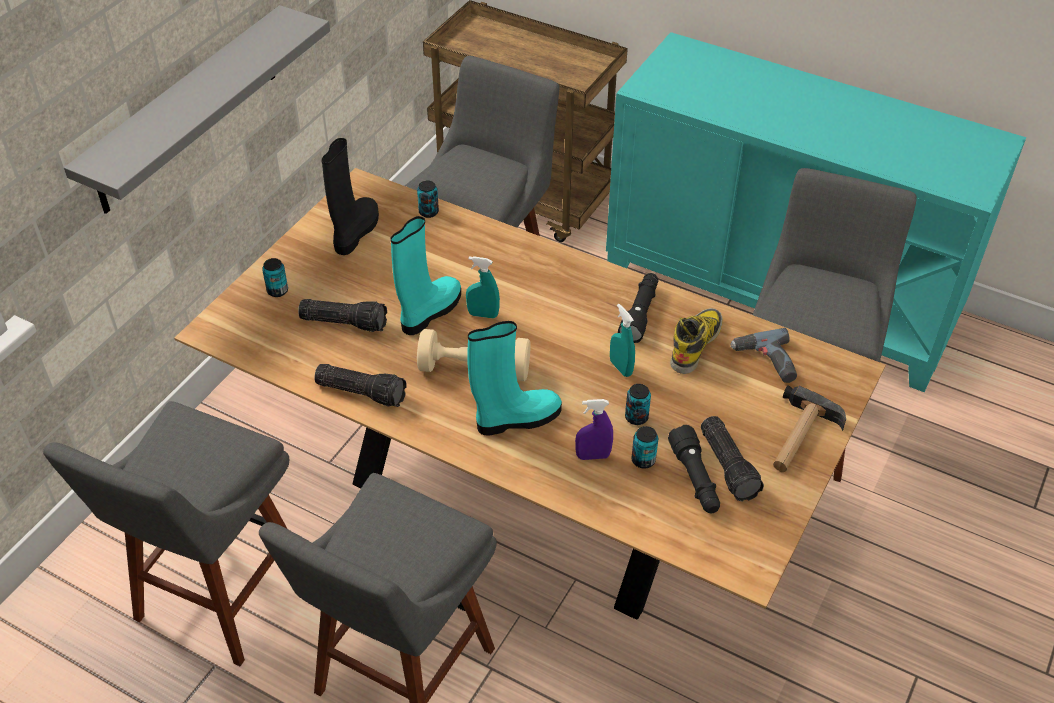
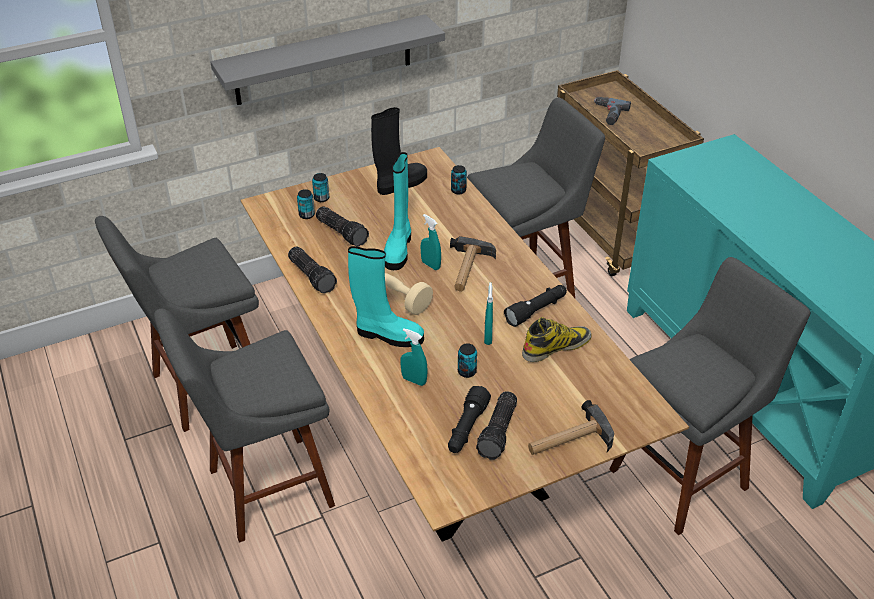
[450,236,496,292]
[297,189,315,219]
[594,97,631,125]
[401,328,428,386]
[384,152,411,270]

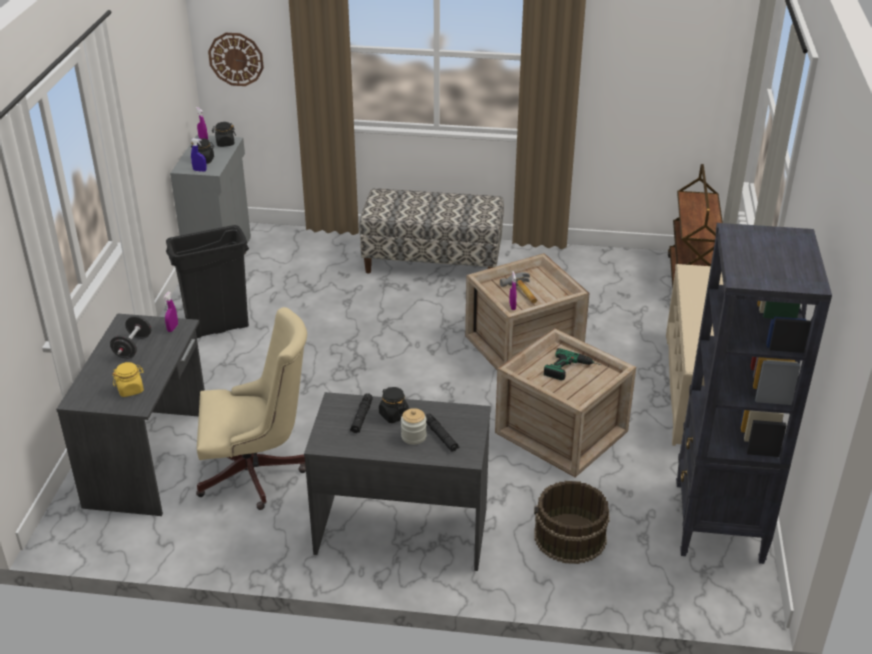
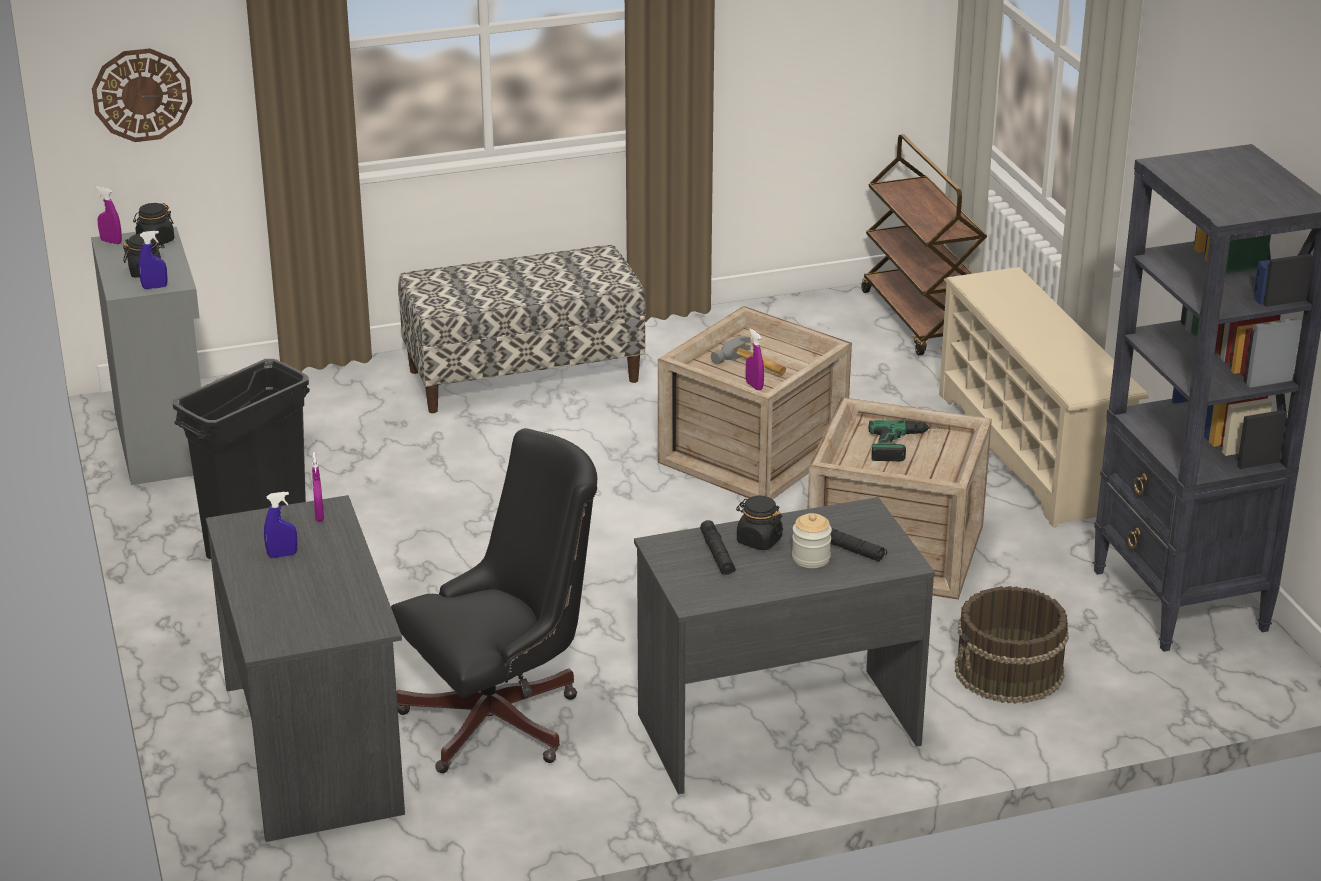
[112,362,144,397] (first image)
[264,492,297,558]
[391,428,597,773]

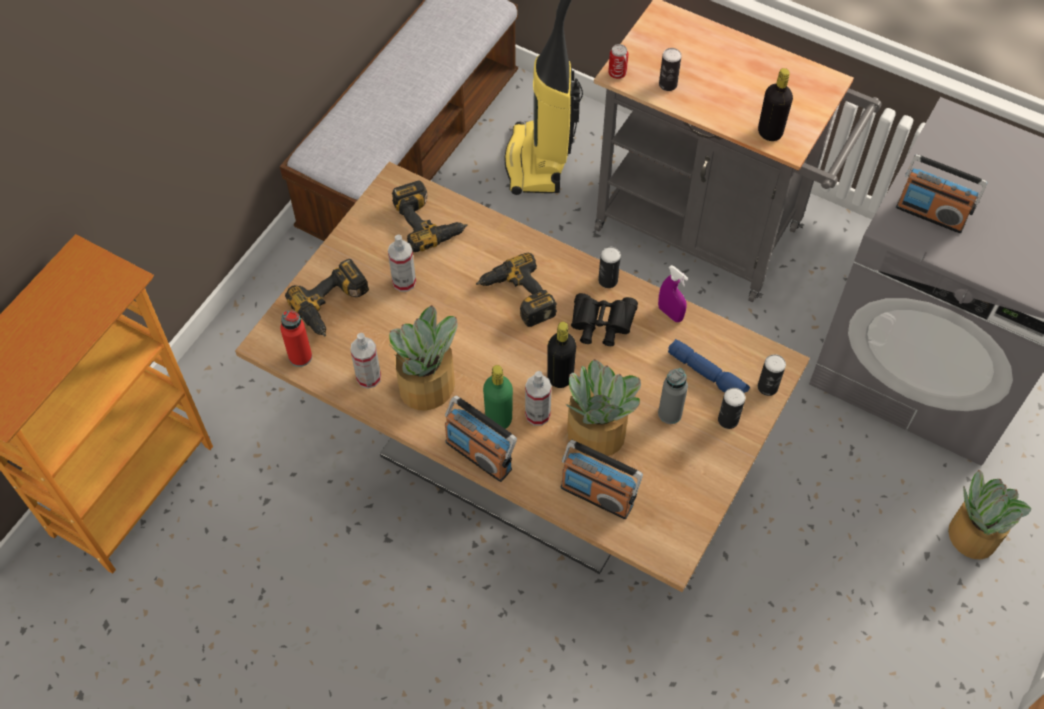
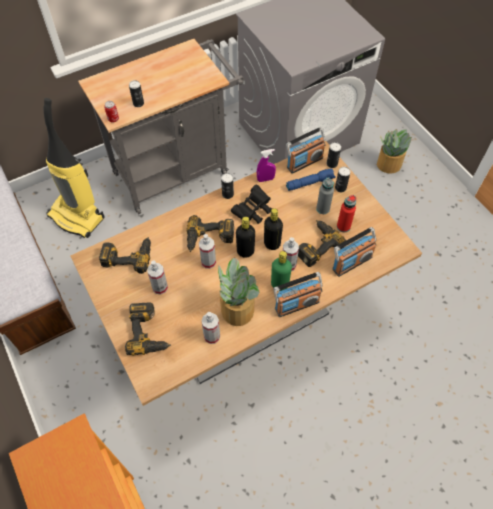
[199,234,216,269]
[337,195,356,232]
[236,217,255,258]
[286,127,325,174]
[298,220,346,267]

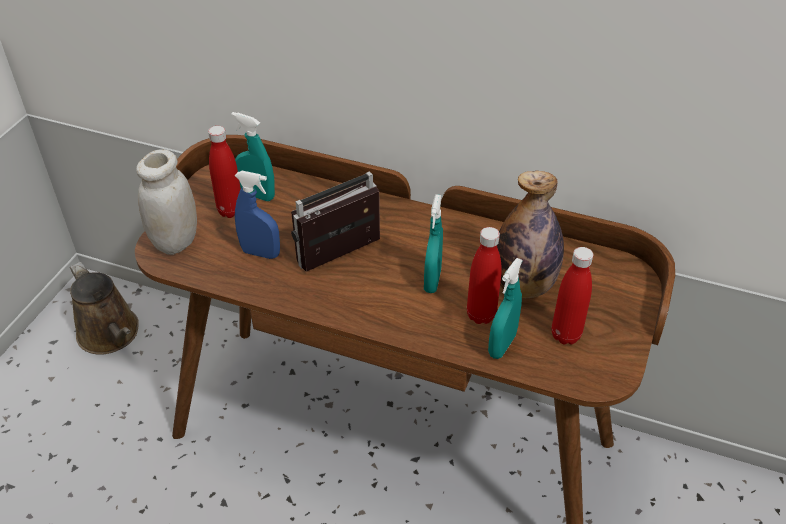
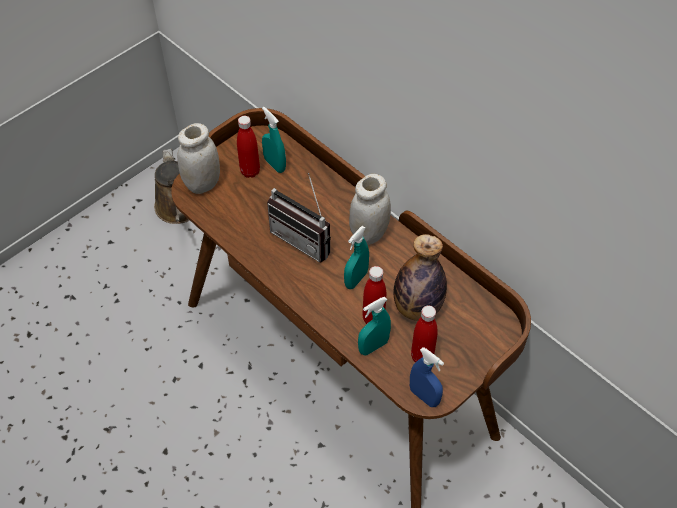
[349,174,391,245]
[410,347,444,407]
[267,173,331,262]

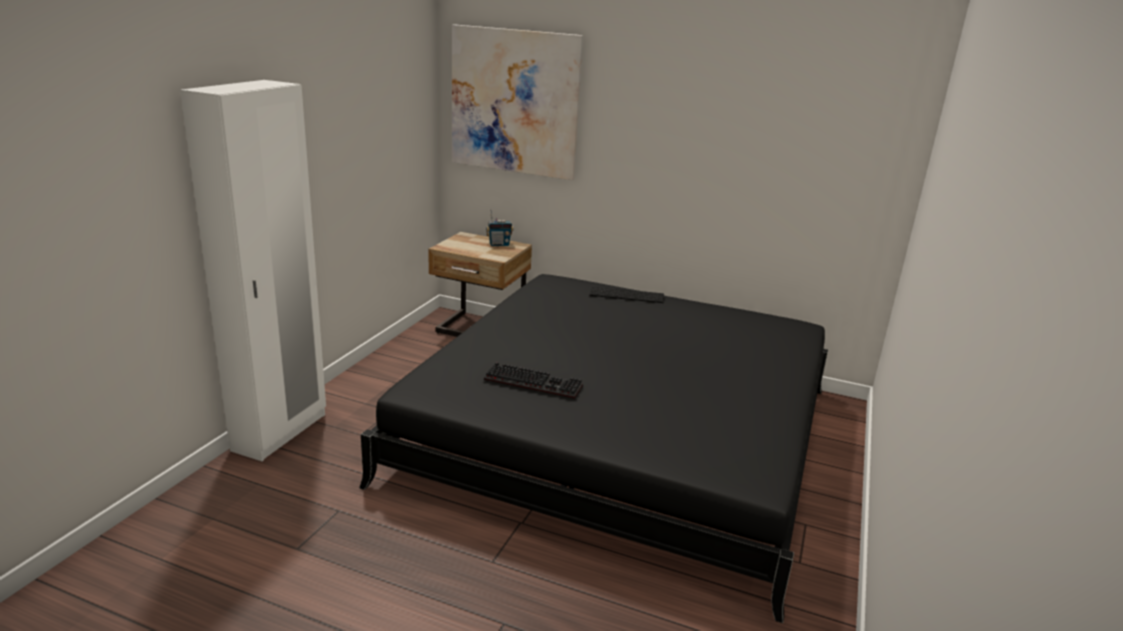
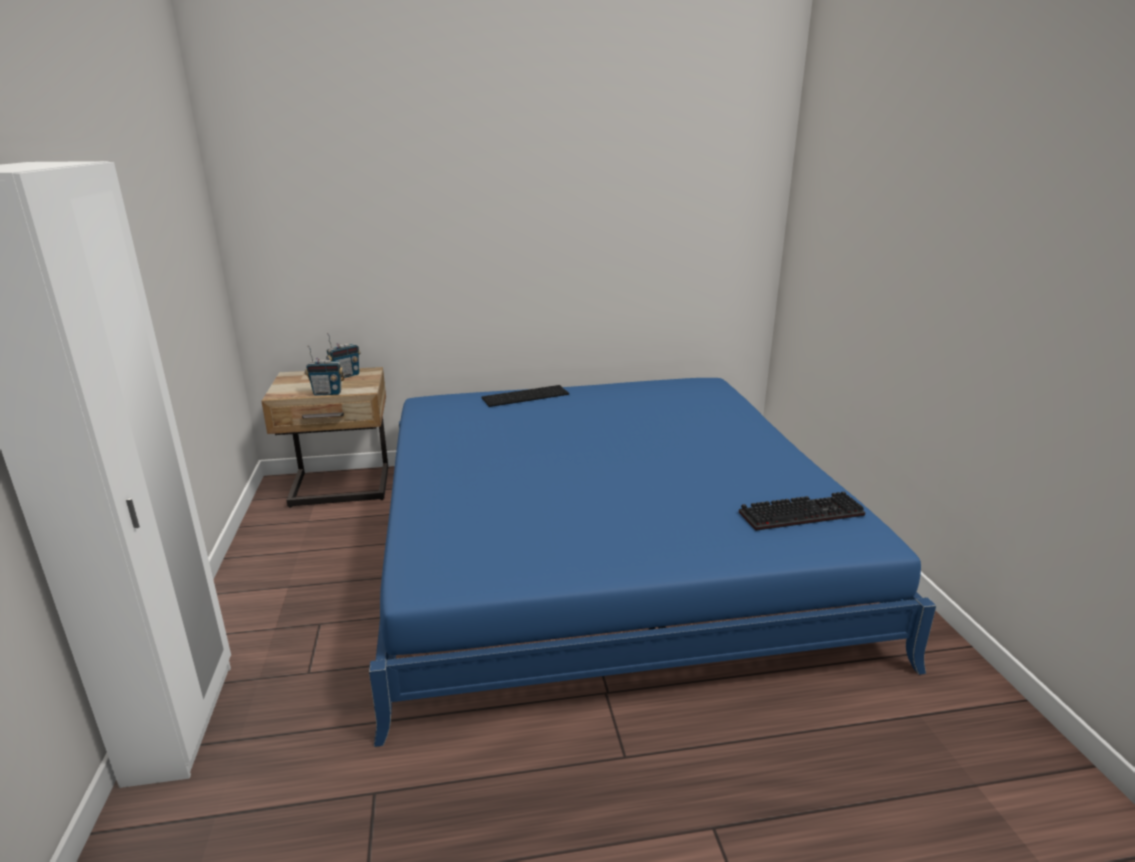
[452,25,583,180] (first image)
[305,345,345,396]
[739,492,865,531]
[369,378,936,747]

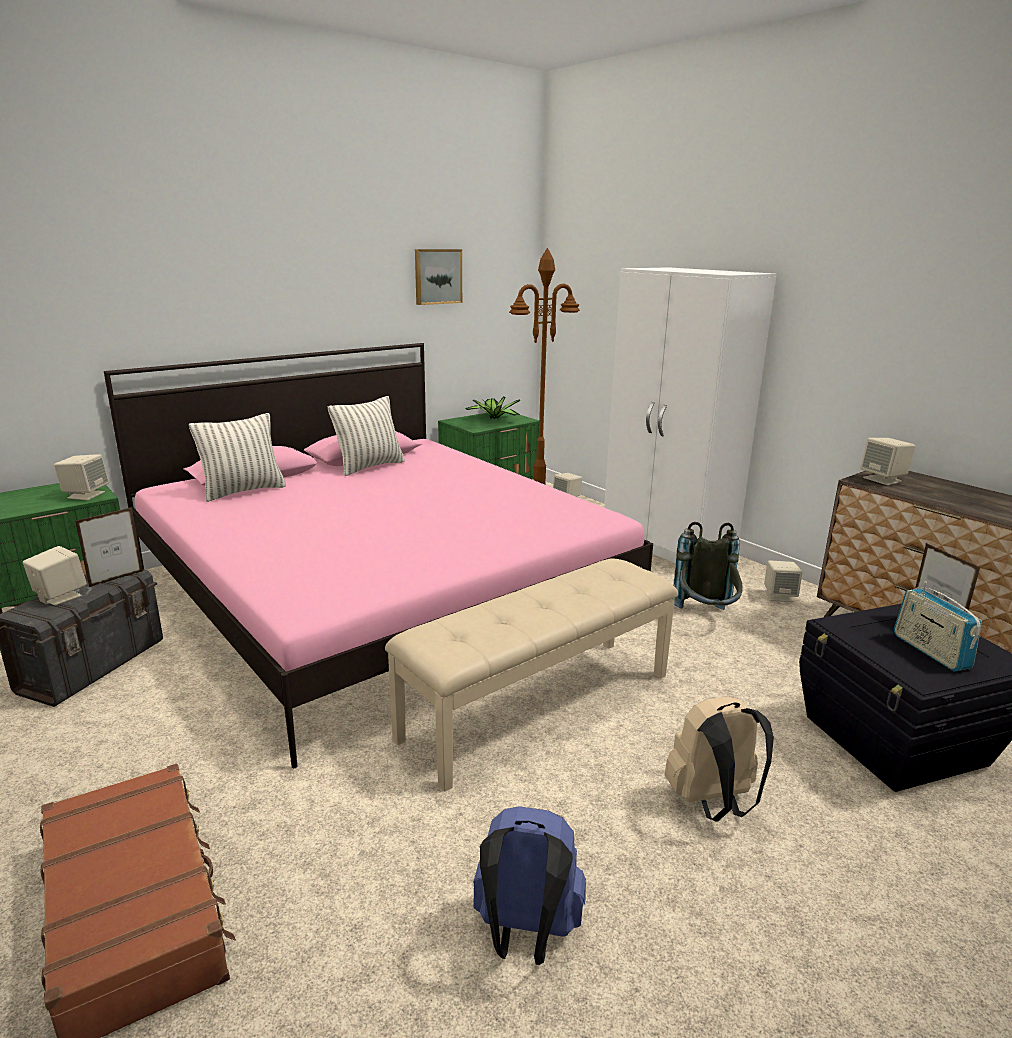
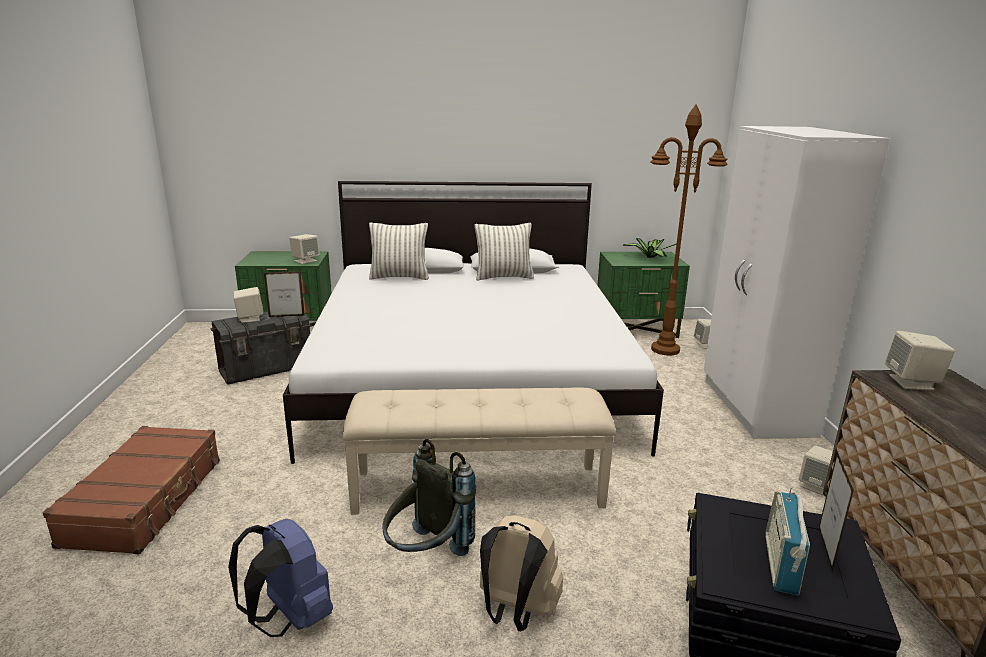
[415,249,462,305] (first image)
[382,439,476,556]
[283,181,664,464]

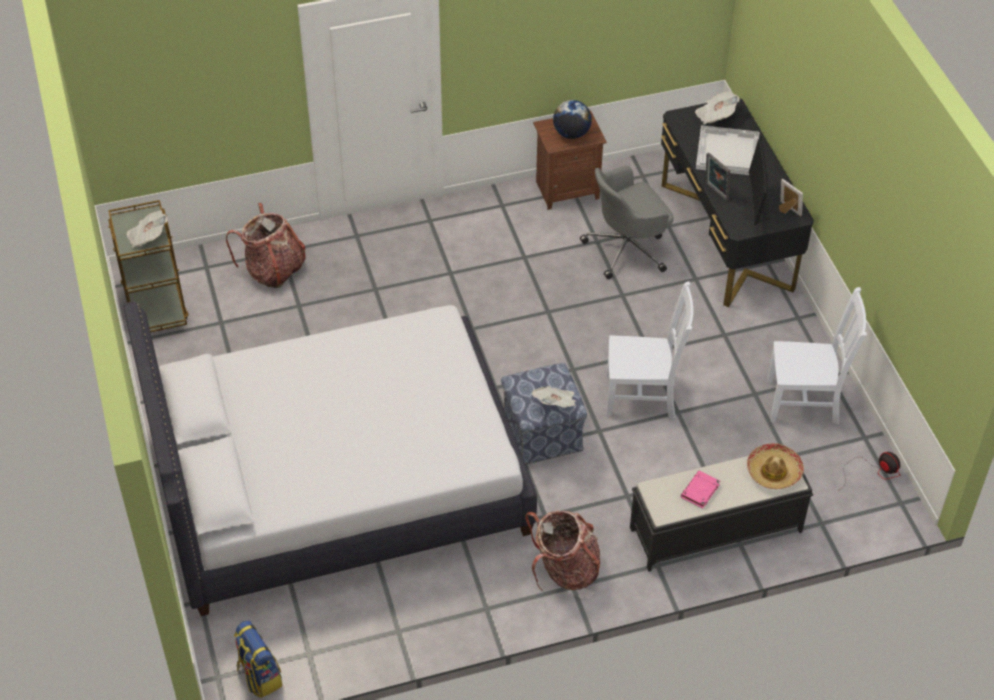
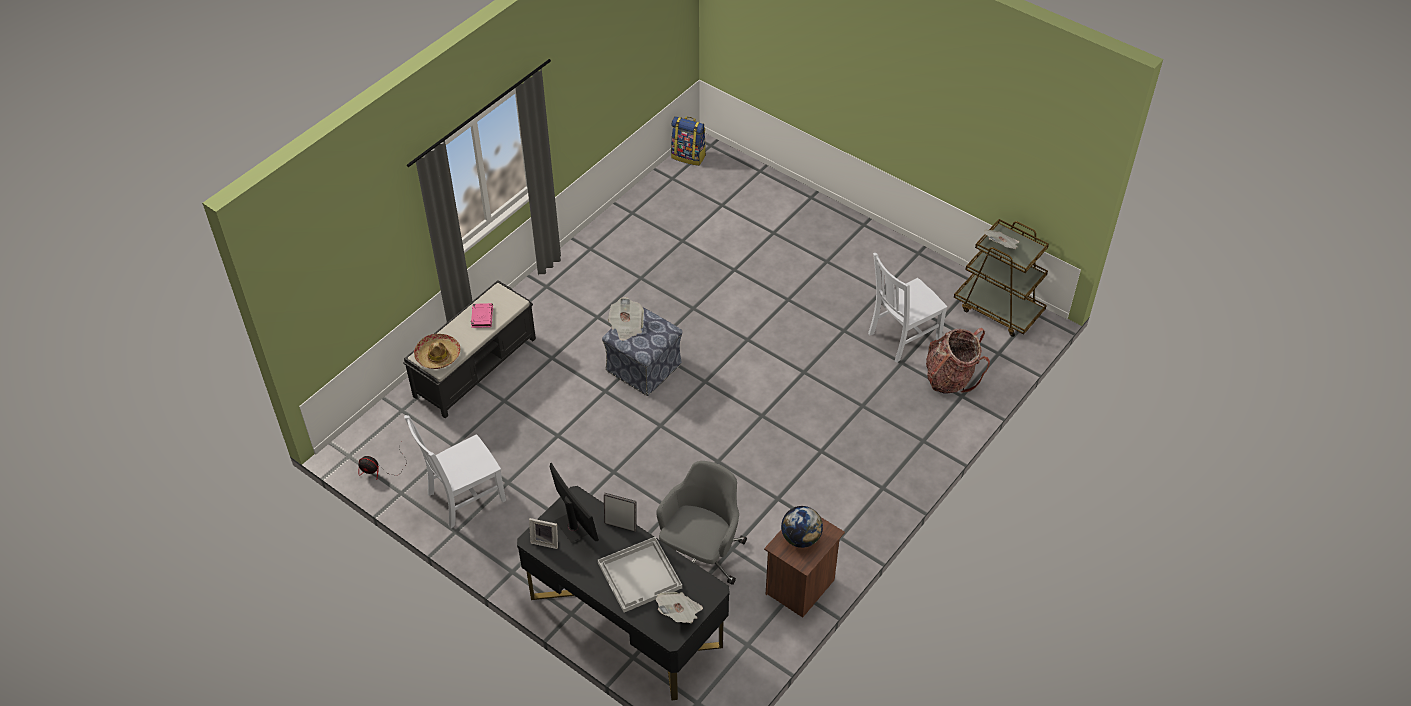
[123,302,537,616] (first image)
[525,511,600,591] (first image)
[868,253,947,363]

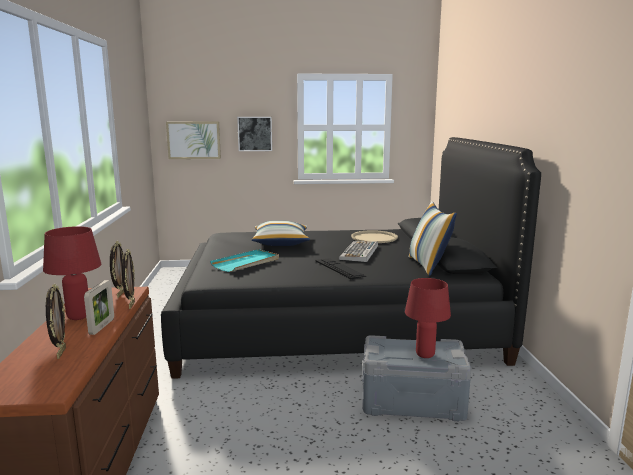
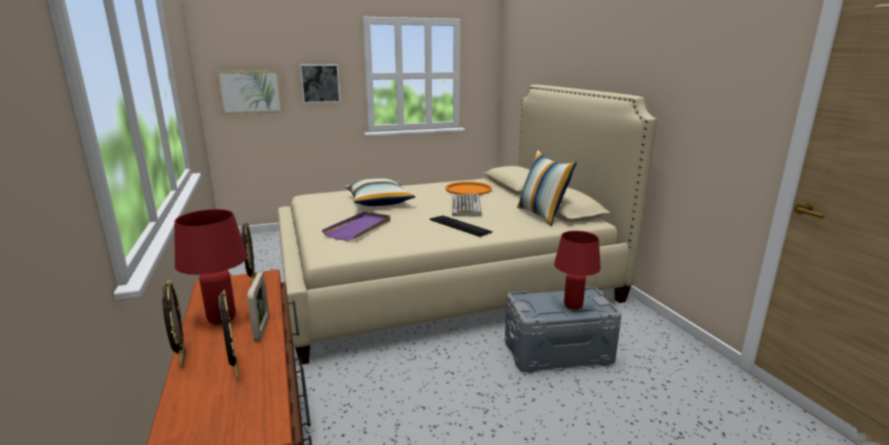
[162,280,186,368]
[278,85,657,365]
[322,212,390,241]
[445,182,492,195]

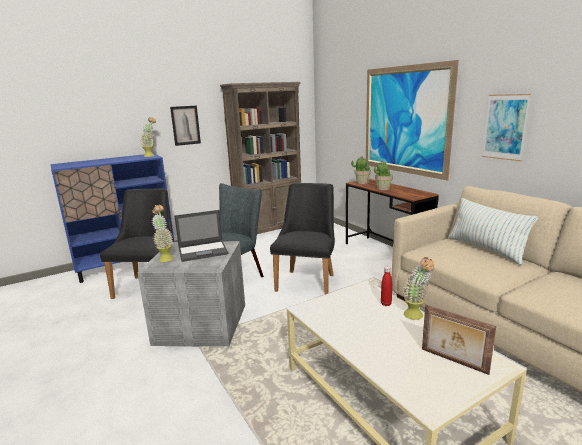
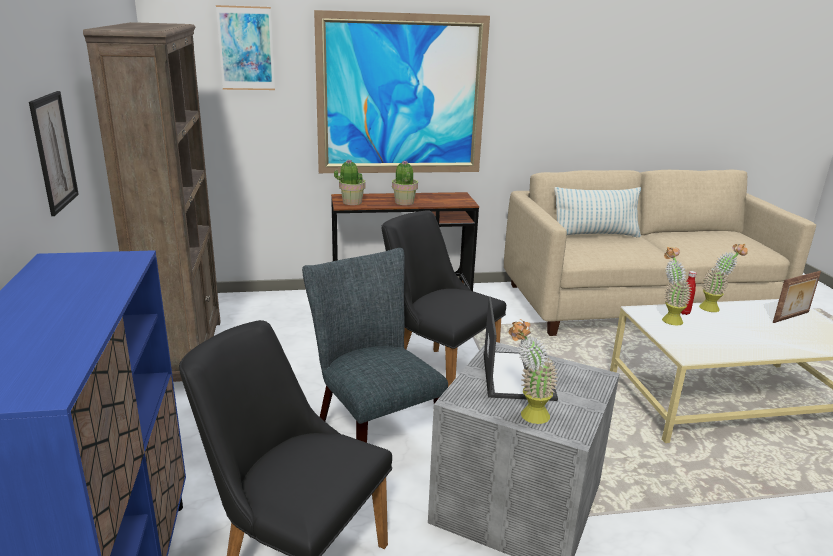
[662,247,692,325]
[216,5,275,90]

